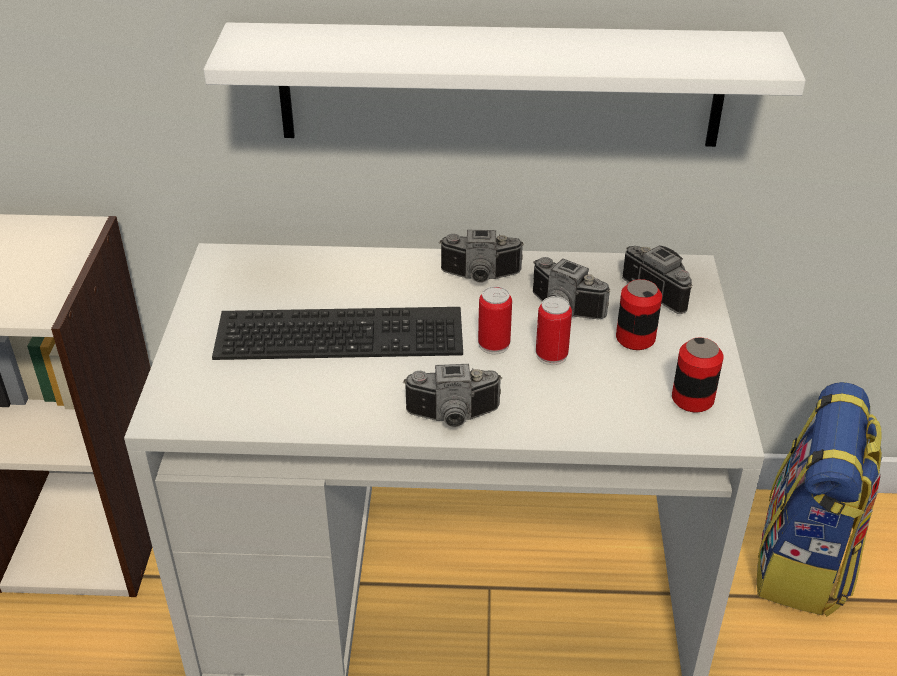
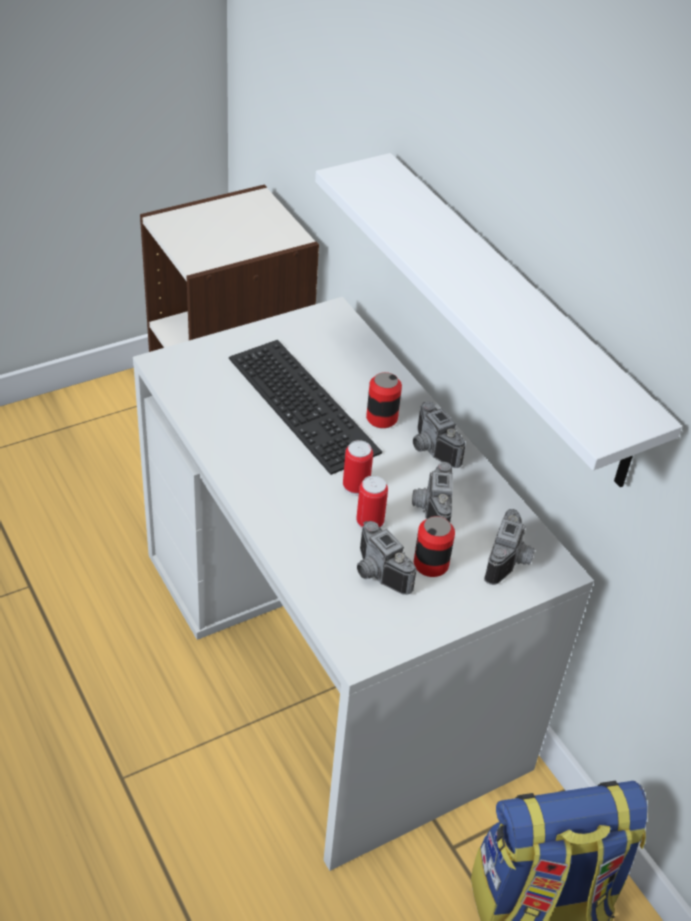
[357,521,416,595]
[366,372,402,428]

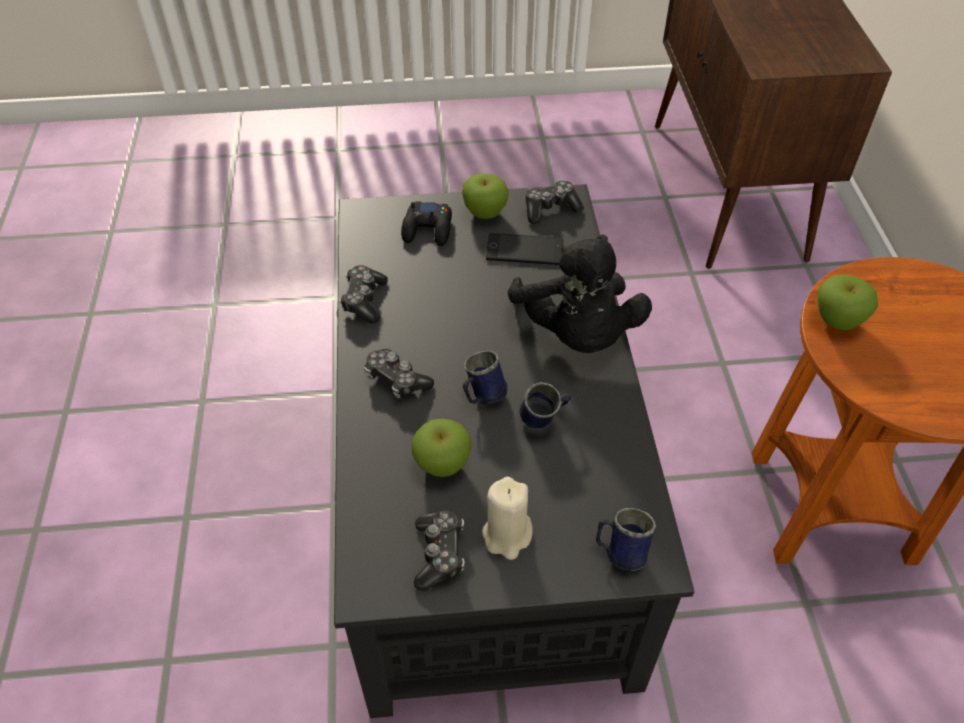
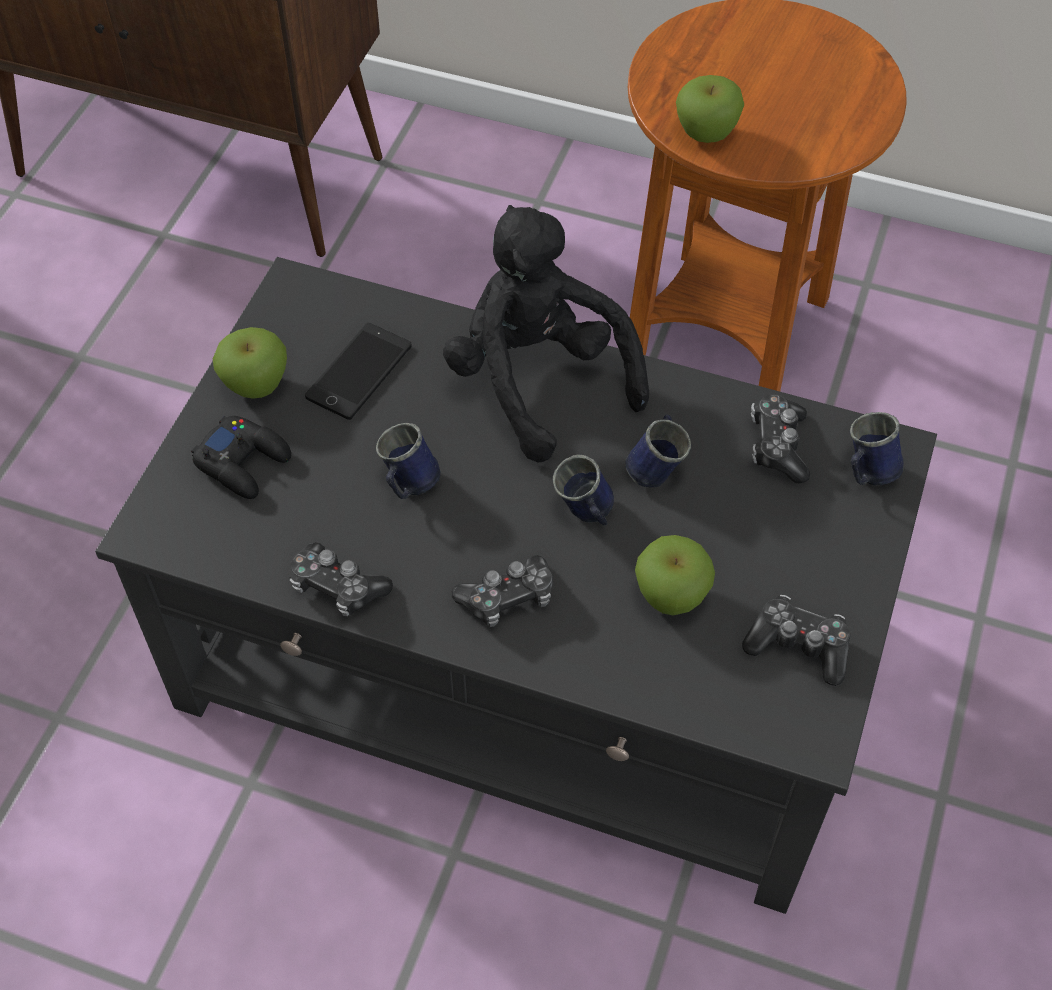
[482,477,533,560] (first image)
[376,423,441,499]
[751,394,810,483]
[443,205,649,462]

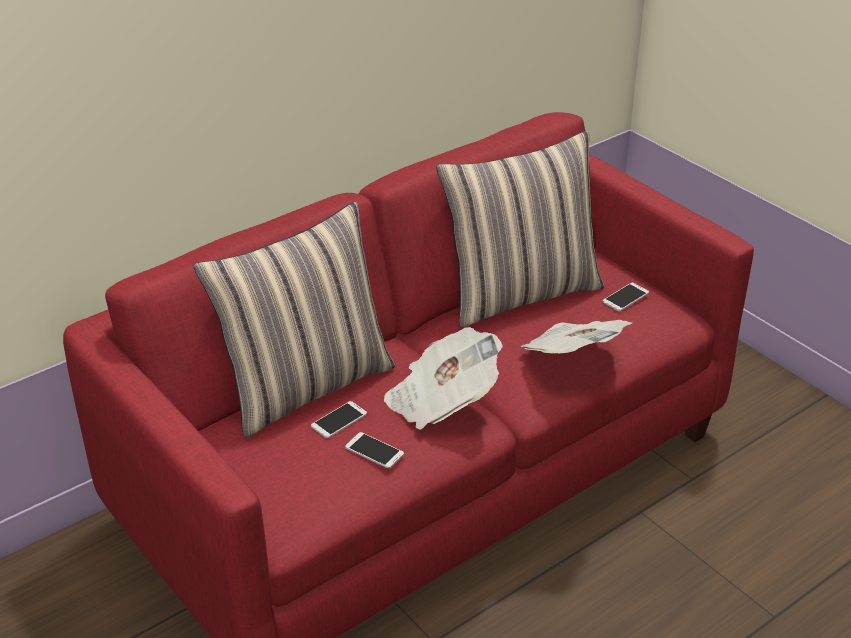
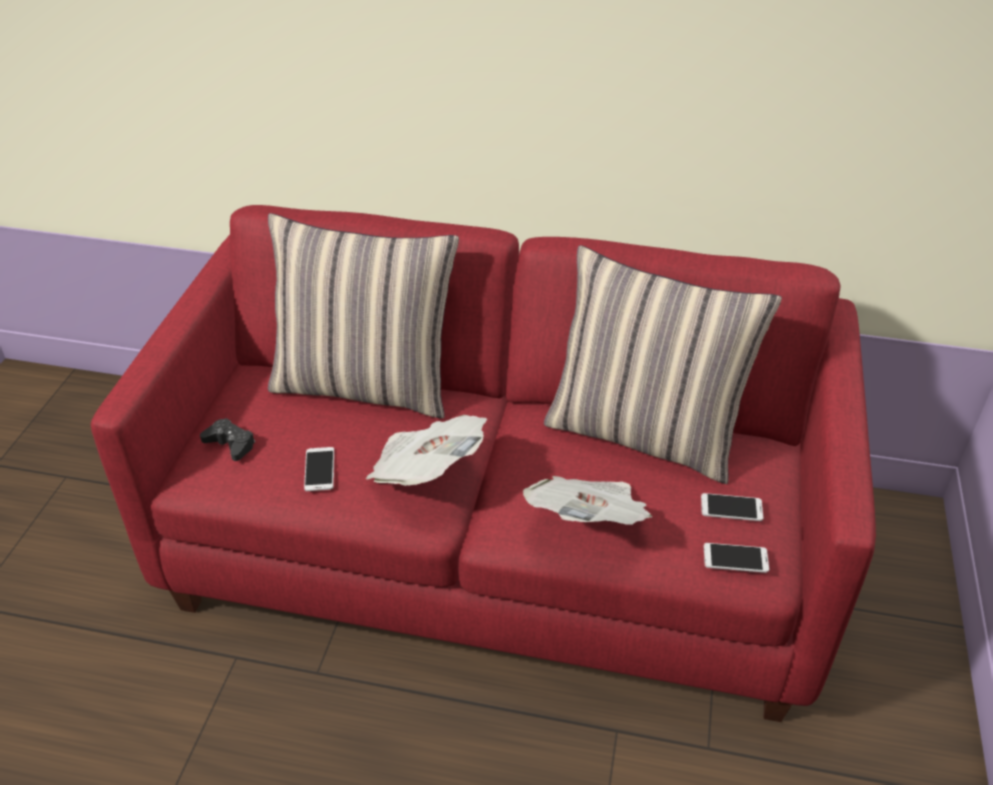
[200,418,255,461]
[704,543,769,573]

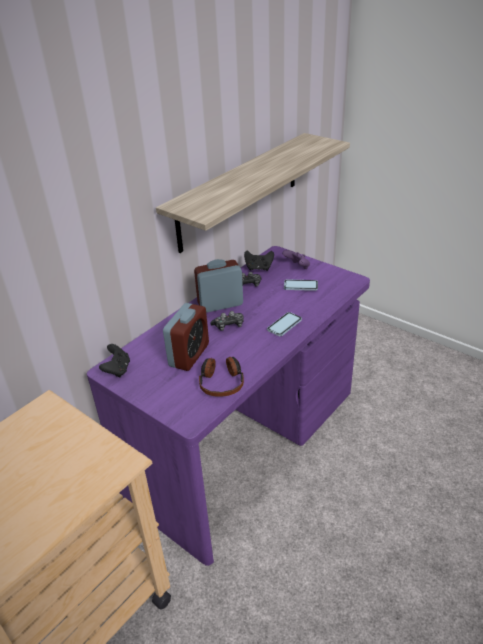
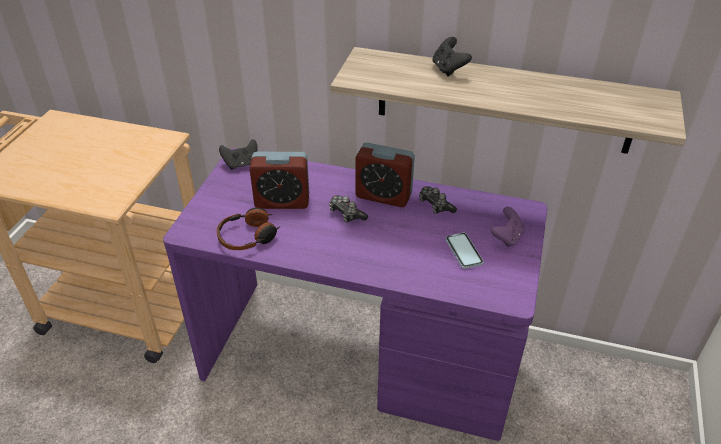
[267,312,302,336] (first image)
[432,37,472,77]
[355,143,415,207]

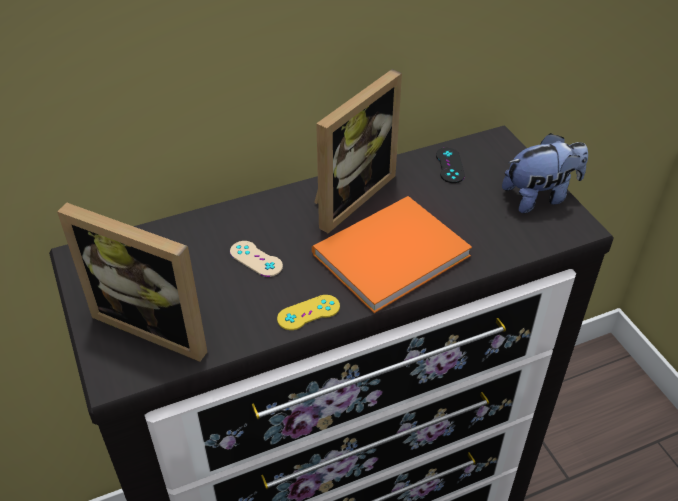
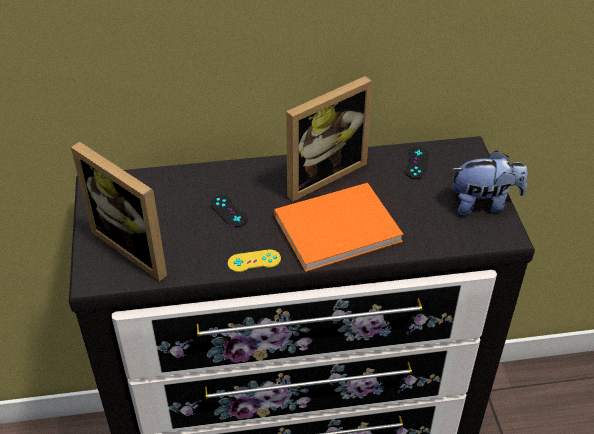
[210,195,248,227]

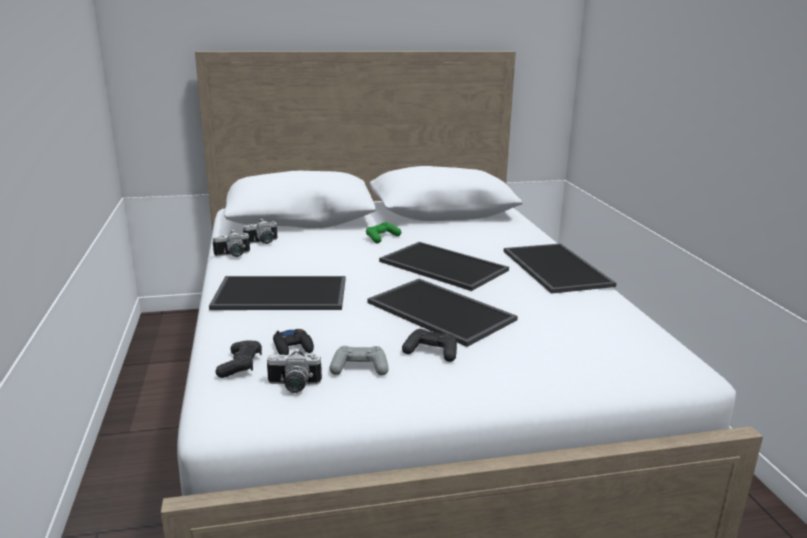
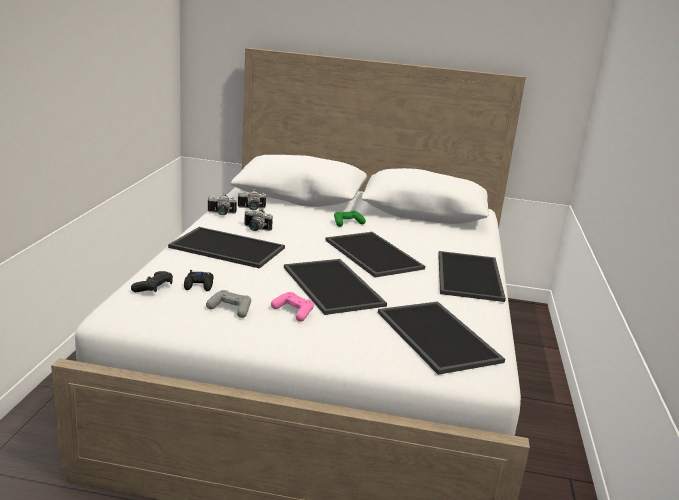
[378,301,505,375]
[244,208,273,231]
[271,292,314,322]

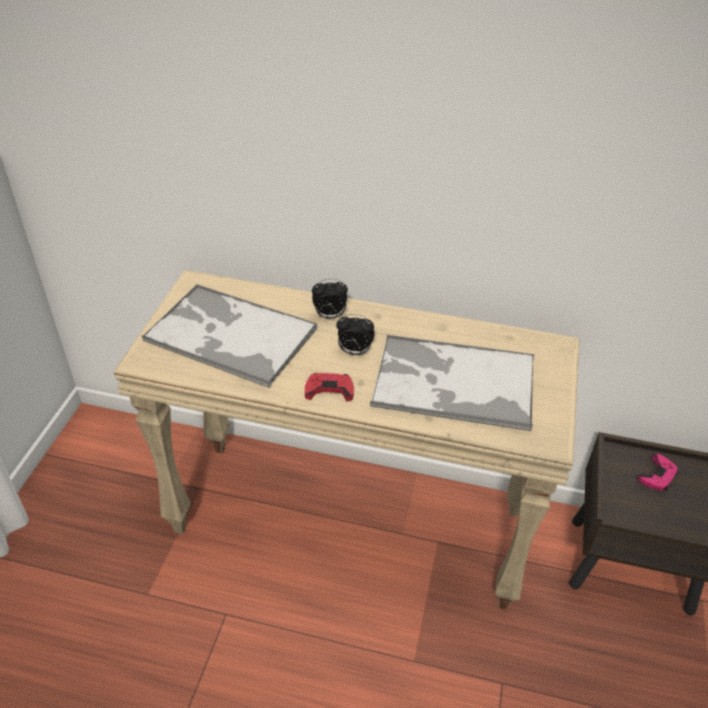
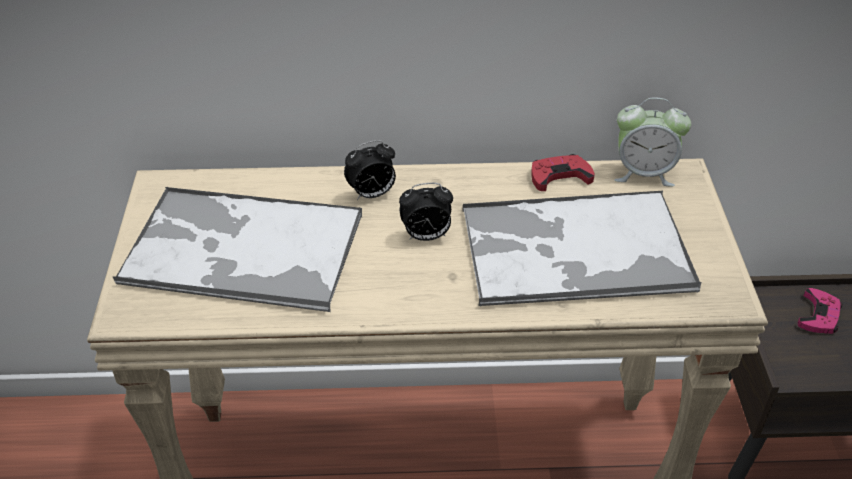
[614,98,691,187]
[531,154,595,191]

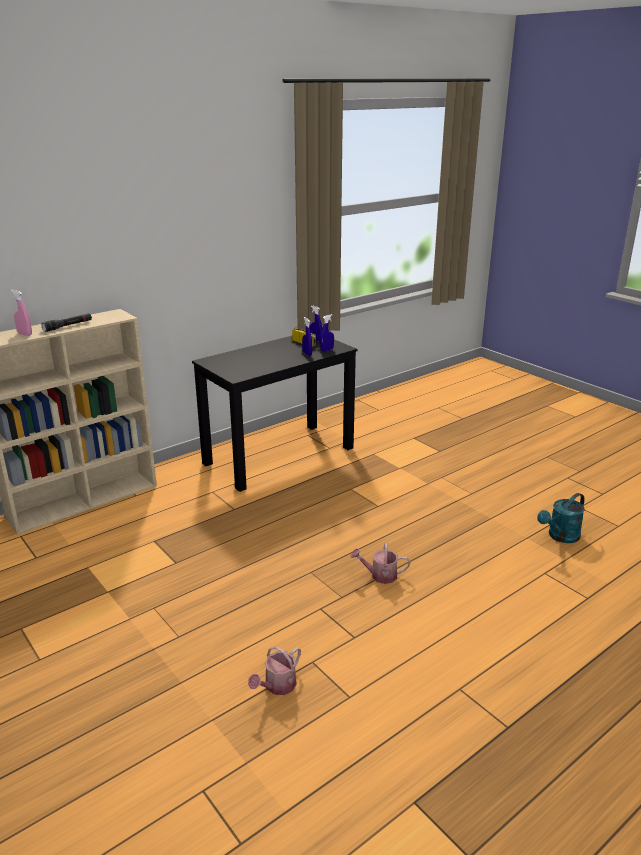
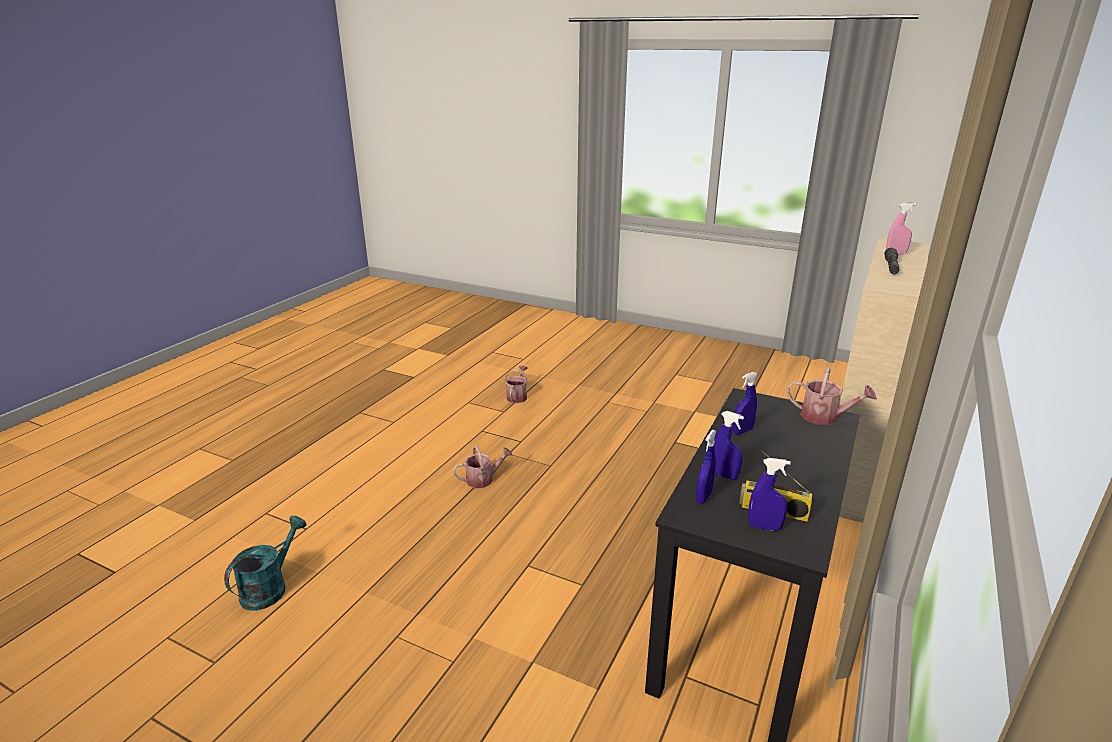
[733,372,758,435]
[787,367,877,425]

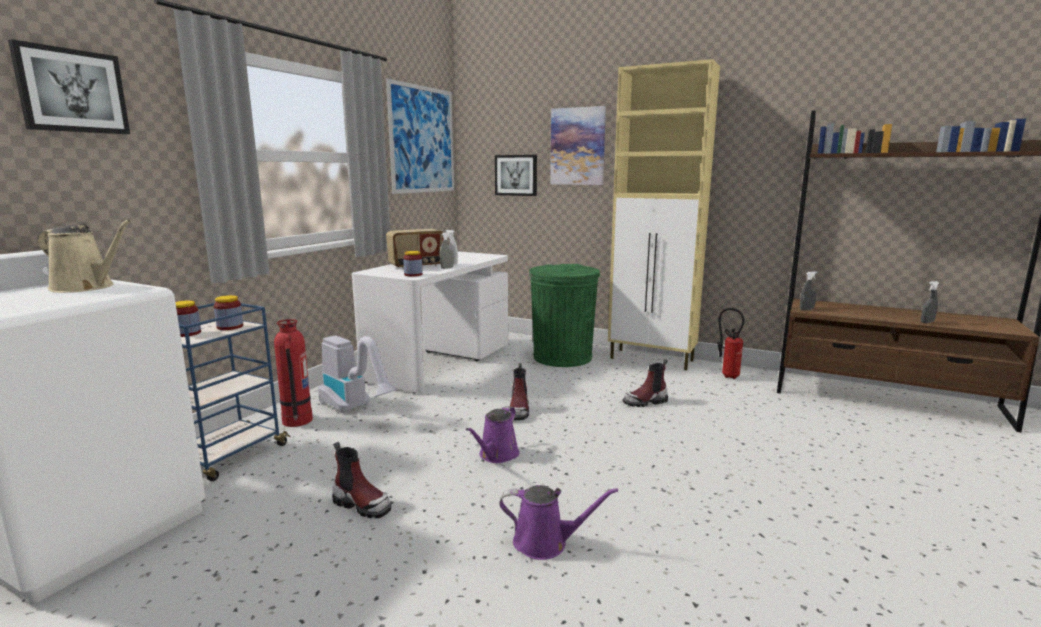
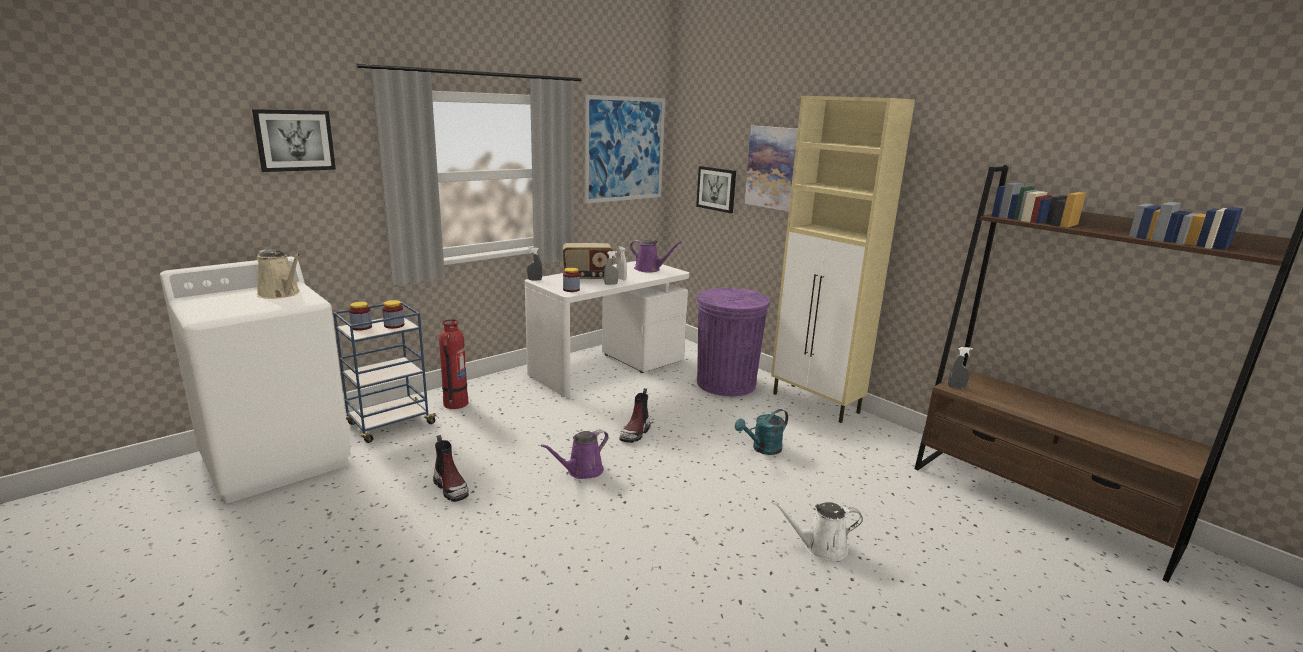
[318,336,398,413] (first image)
[718,308,744,379] (first image)
[772,500,863,561]
[630,240,682,272]
[527,247,542,280]
[735,409,788,455]
[697,287,770,396]

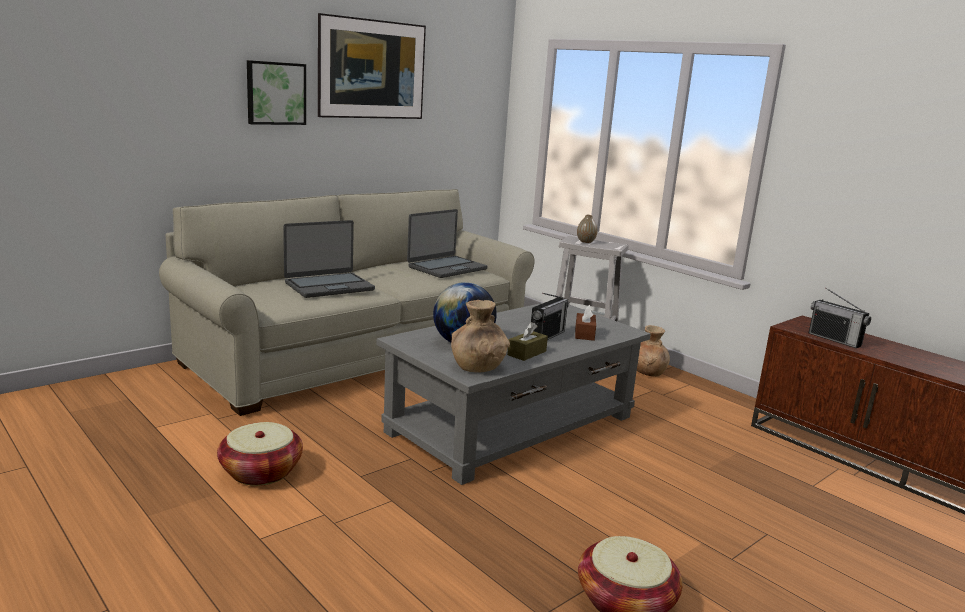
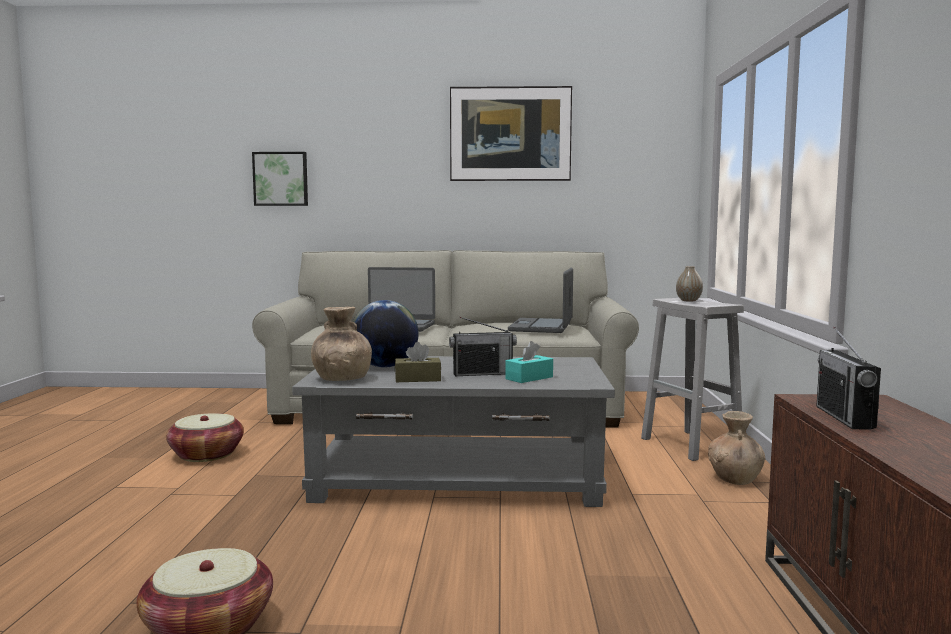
[252,152,308,206]
[505,341,553,383]
[508,268,573,333]

